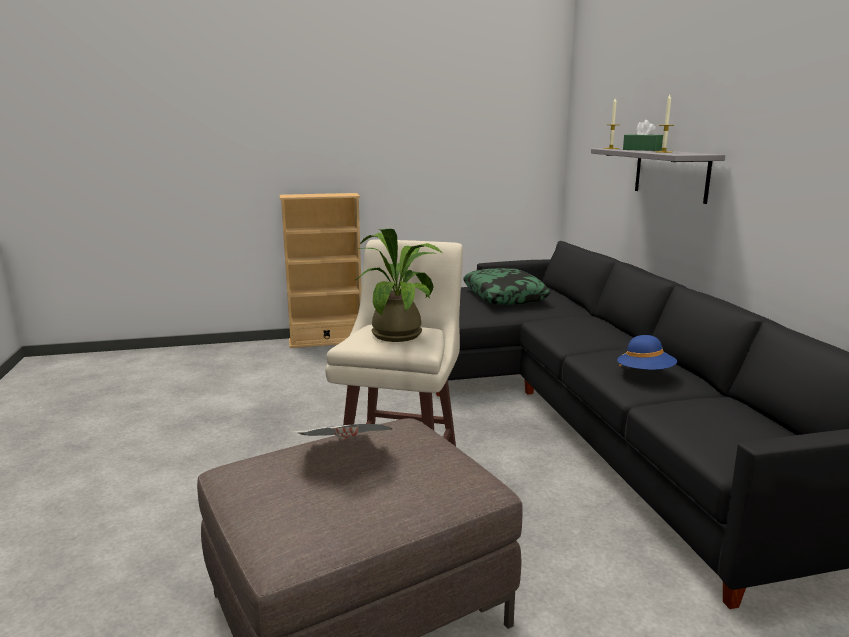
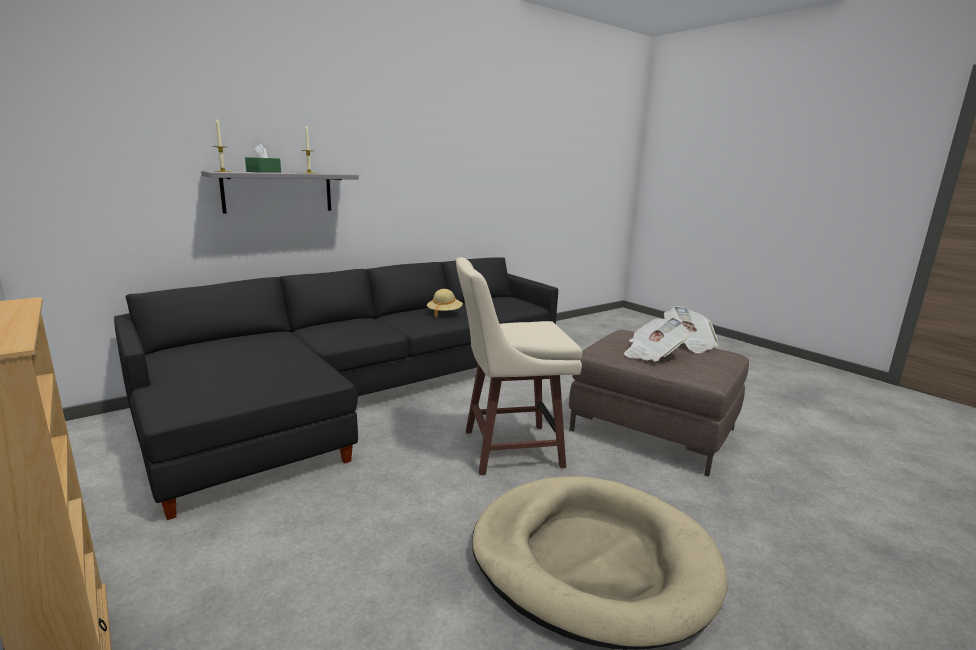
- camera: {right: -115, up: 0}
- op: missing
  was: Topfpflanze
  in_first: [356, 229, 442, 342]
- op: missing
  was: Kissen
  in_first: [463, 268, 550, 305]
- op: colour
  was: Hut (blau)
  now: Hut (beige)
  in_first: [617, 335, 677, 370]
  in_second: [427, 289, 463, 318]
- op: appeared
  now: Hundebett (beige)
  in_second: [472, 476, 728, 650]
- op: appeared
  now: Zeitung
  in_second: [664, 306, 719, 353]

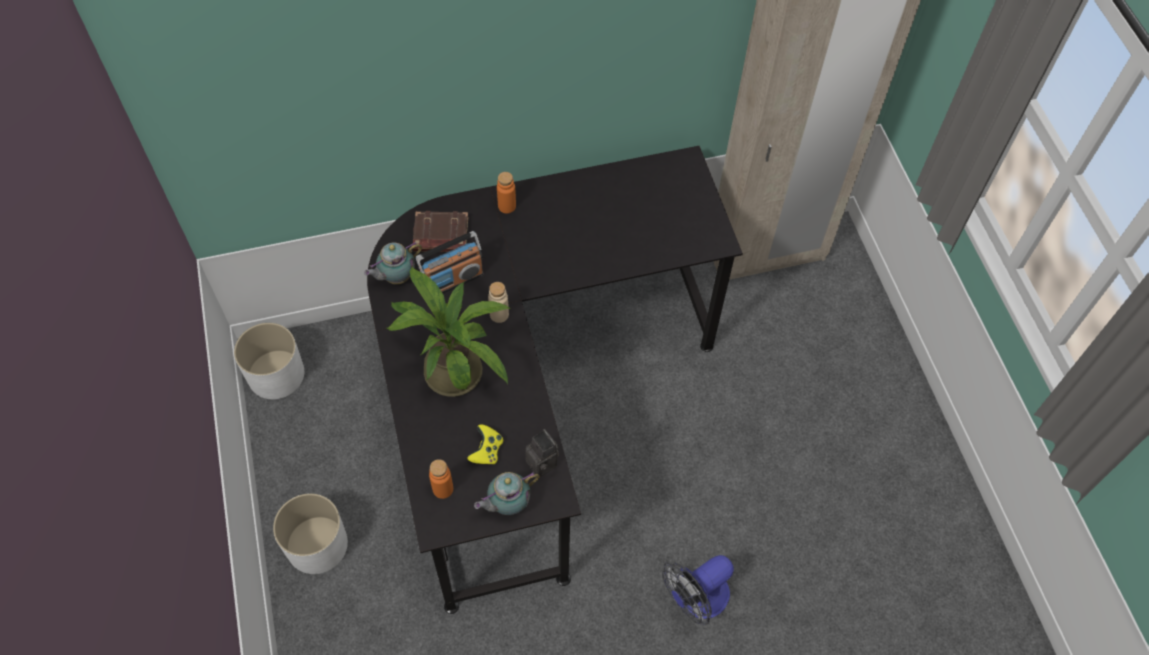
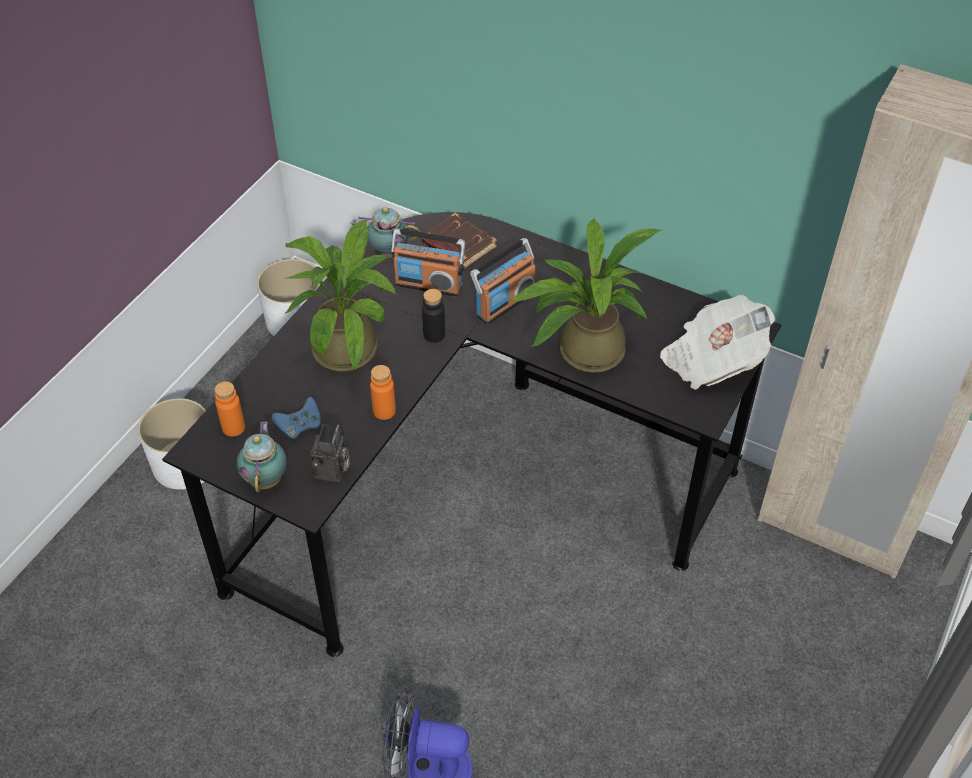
- camera: {right: 45, up: -10}
- op: colour
  was: Gamepad (gelb)
  now: Gamepad (blau)
  in_first: [467, 424, 503, 464]
  in_second: [272, 397, 321, 439]
- op: spun
  was: Teekanne
  in_first: [474, 472, 540, 515]
  in_second: [237, 421, 287, 492]
  clockwise: 75
- op: colour
  was: Flasche (beige)
  now: Flasche (schwarz)
  in_first: [488, 282, 509, 323]
  in_second: [422, 289, 445, 343]
- op: relocated
  was: Flasche (orange)
  in_first: [497, 172, 516, 213]
  in_second: [370, 365, 396, 420]
- op: appeared
  now: Radio
  in_second: [470, 238, 536, 325]
- op: appeared
  now: Topfpflanze
  in_second: [508, 219, 662, 373]
- op: appeared
  now: Zeitung
  in_second: [660, 295, 775, 390]

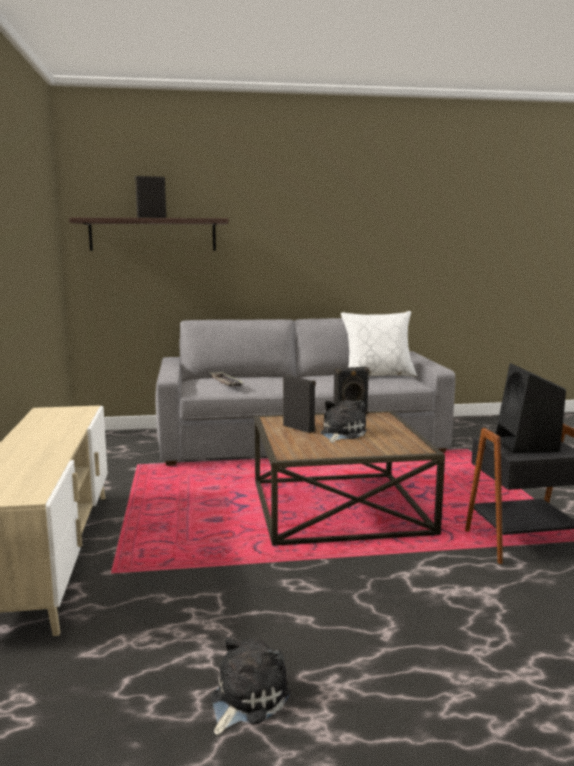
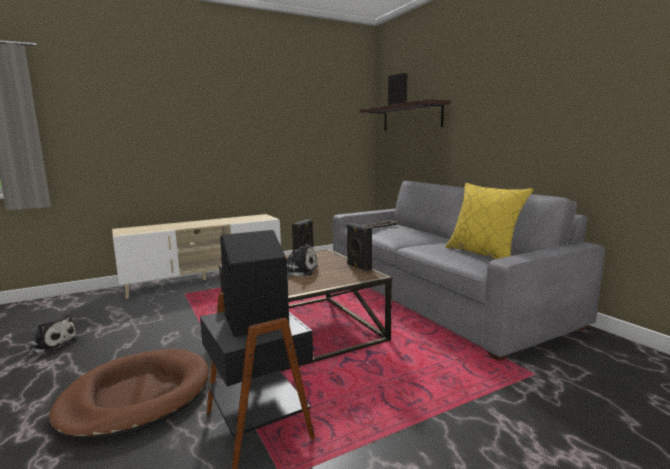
- camera: {right: 70, up: 0}
- op: colour
  was: Kissen (weiß)
  now: Kissen (gelb)
  in_first: [341, 311, 417, 377]
  in_second: [445, 183, 533, 259]
- op: appeared
  now: Hundebett (braun)
  in_second: [49, 349, 209, 440]

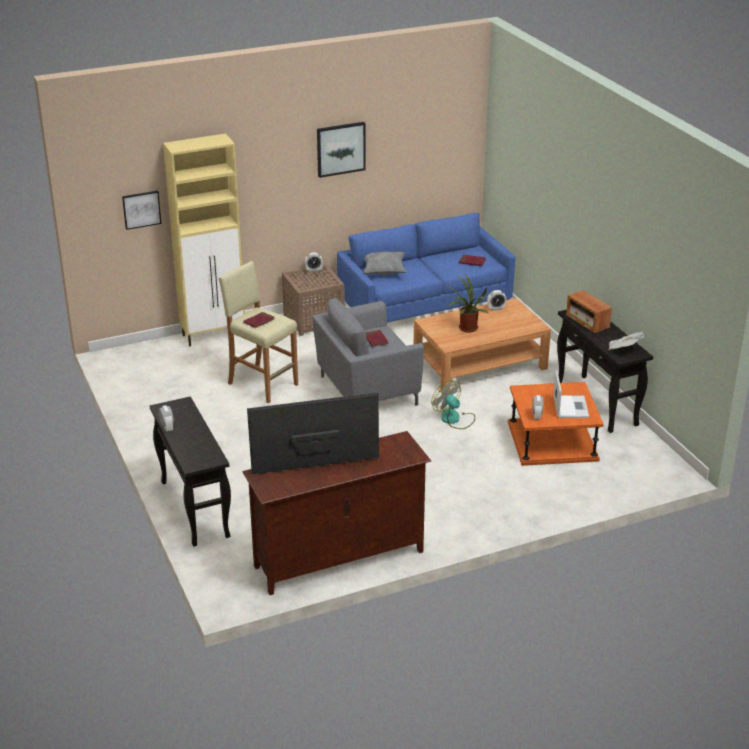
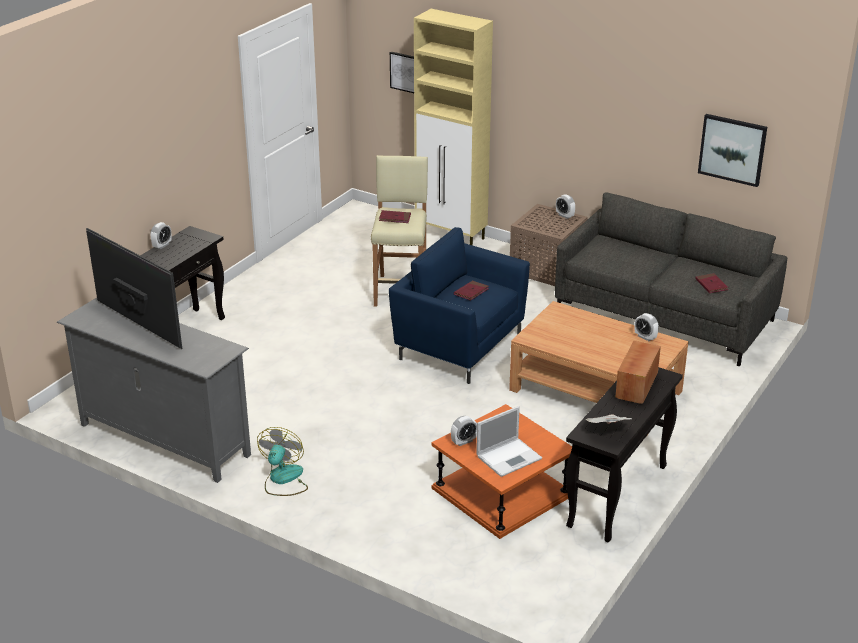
- camera: {right: 55, up: 0}
- op: colour
  was: Fernsehschrank (braun)
  now: Fernsehschrank (grau)
  in_first: [242, 431, 431, 595]
  in_second: [57, 298, 251, 483]
- op: colour
  was: Sessel (grau)
  now: Sessel (blau)
  in_first: [312, 298, 424, 406]
  in_second: [389, 227, 530, 384]
- op: relocated
  was: Bild
  in_first: [317, 122, 366, 178]
  in_second: [698, 114, 767, 187]
- op: colour
  was: Sofa (blau)
  now: Sofa (grau)
  in_first: [337, 213, 515, 323]
  in_second: [555, 192, 787, 366]
- op: missing
  was: Kissen (grau)
  in_first: [363, 251, 407, 275]
- op: relocated
  was: Ventilator
  in_first: [431, 380, 475, 429]
  in_second: [257, 427, 308, 496]
- op: missing
  was: Topfpflanze
  in_first: [447, 274, 489, 333]

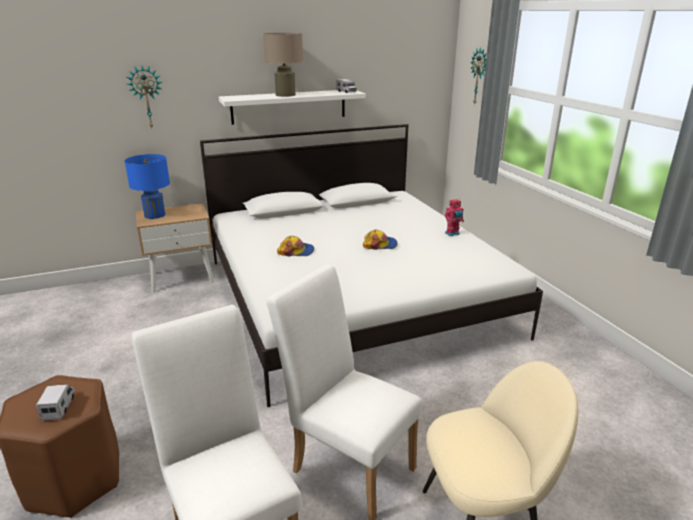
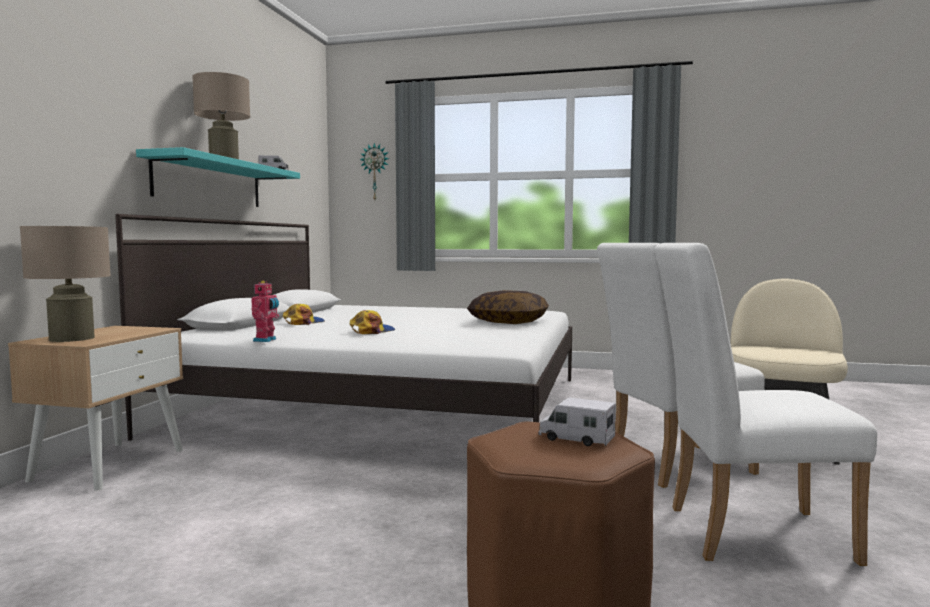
- camera: {right: -55, up: -20}
- op: colour
  was: Tischlampe (blau)
  now: Tischlampe (beige)
  in_first: [125, 154, 170, 219]
  in_second: [20, 226, 111, 342]
- op: missing
  was: Wanduhr
  in_first: [127, 66, 163, 128]
- op: colour
  was: Wandregal (weiß)
  now: Wandregal (türkis)
  in_first: [218, 90, 366, 125]
  in_second: [136, 147, 300, 207]
- op: relocated
  was: Kappe
  in_first: [363, 230, 397, 250]
  in_second: [283, 304, 325, 325]
- op: relocated
  was: Spielzeugroboter
  in_first: [445, 199, 464, 236]
  in_second: [251, 281, 279, 342]
- op: appeared
  now: Kissen
  in_second: [467, 290, 549, 324]

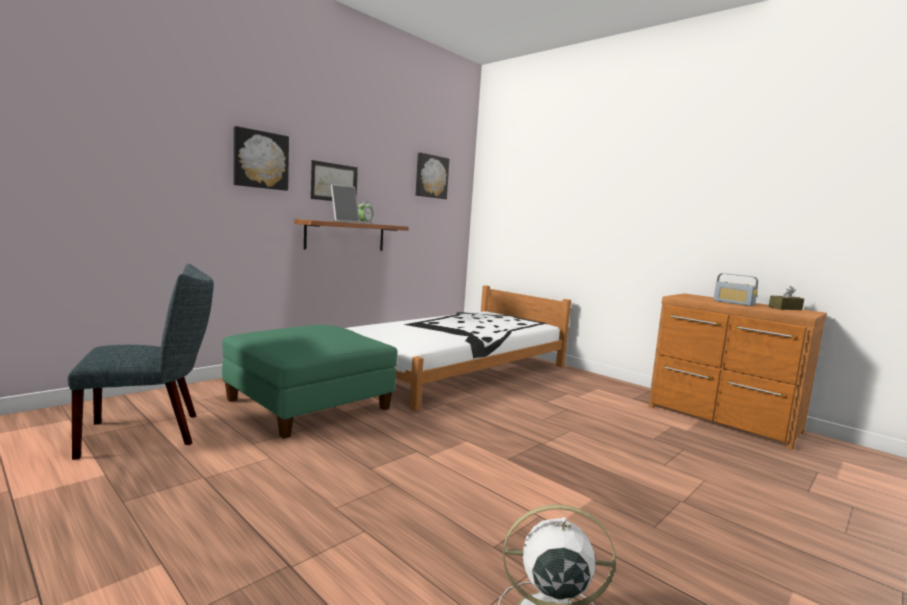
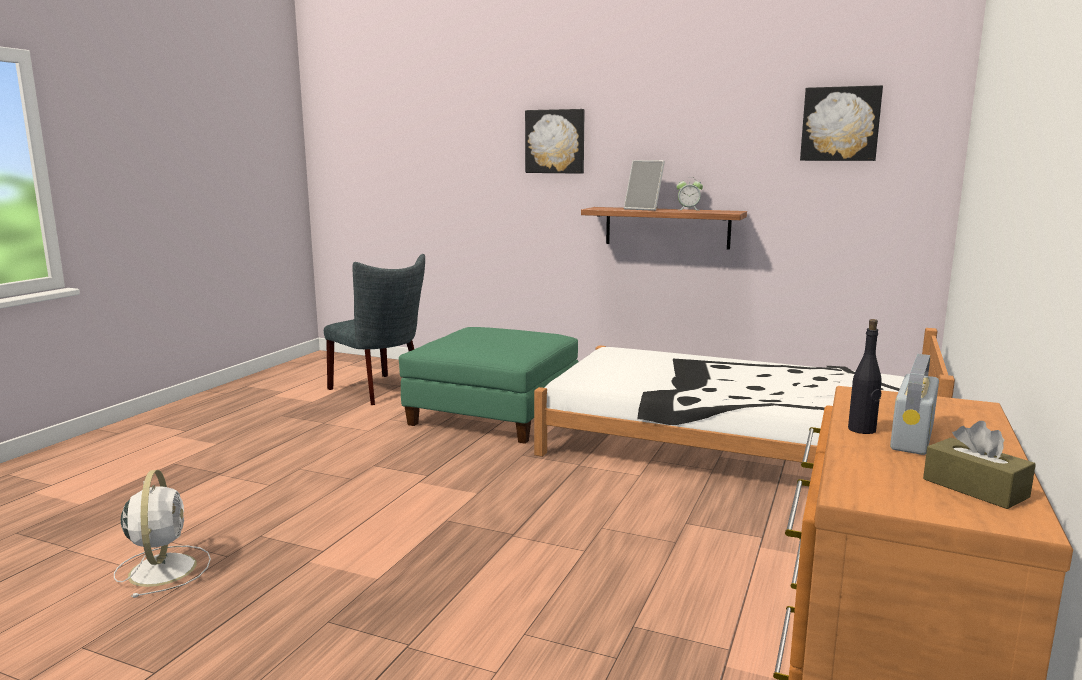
- camera: {right: 70, up: 5}
- op: missing
  was: Bild
  in_first: [311, 160, 358, 201]
- op: appeared
  now: Flasche (schwarz)
  in_second: [848, 319, 882, 434]

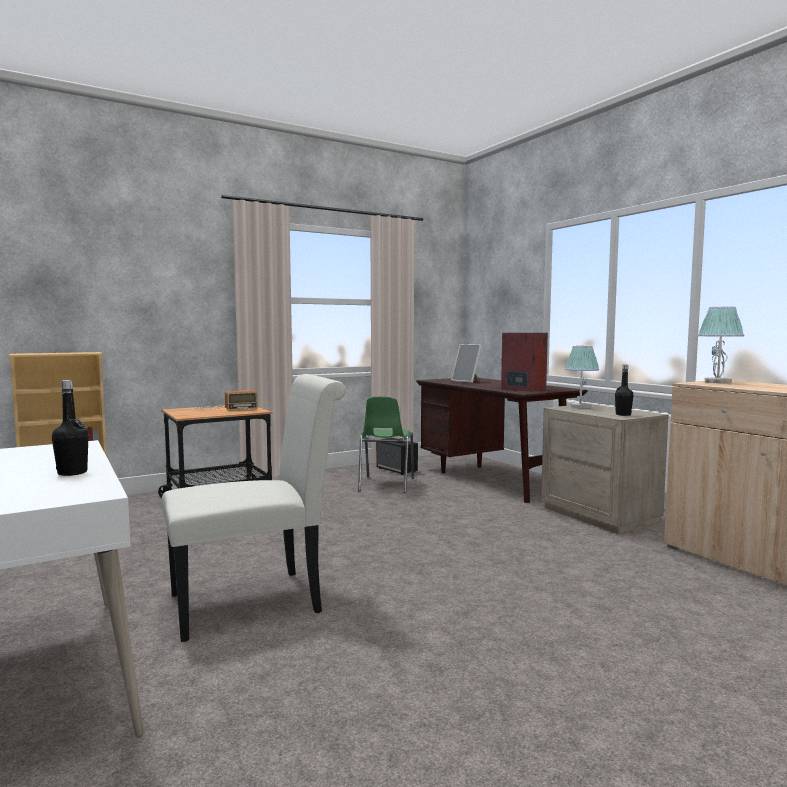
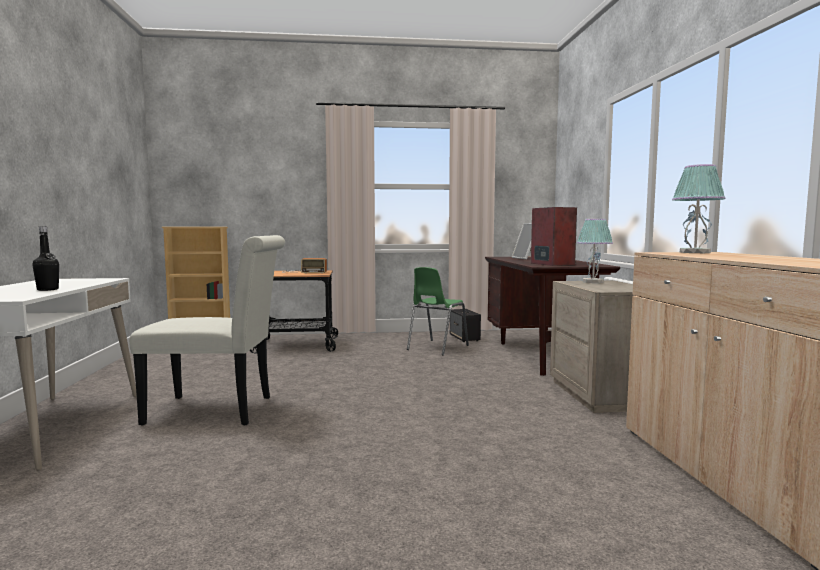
- camera: {right: 25, up: 0}
- op: missing
  was: Flasche (schwarz)
  in_first: [615, 365, 634, 416]

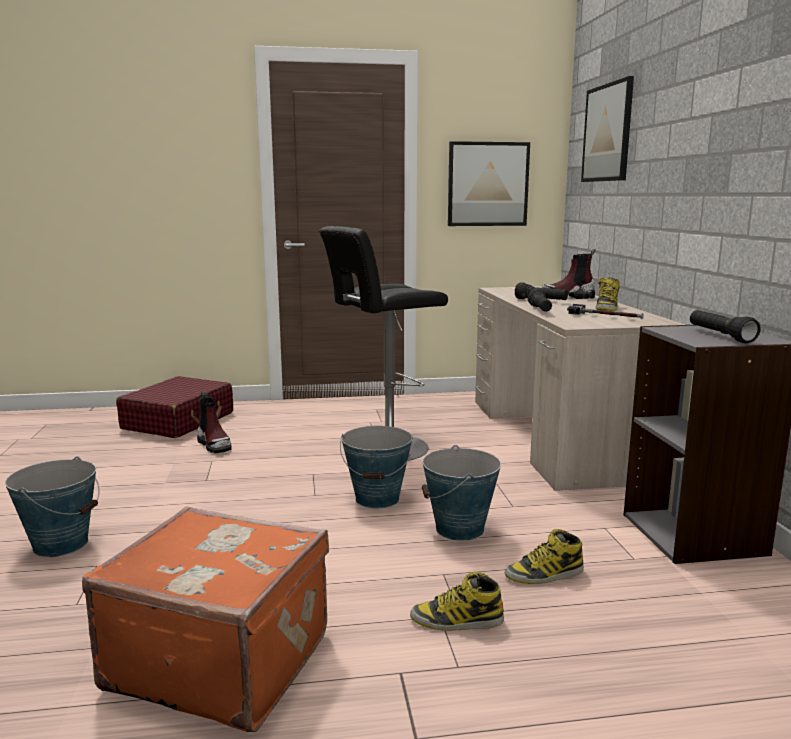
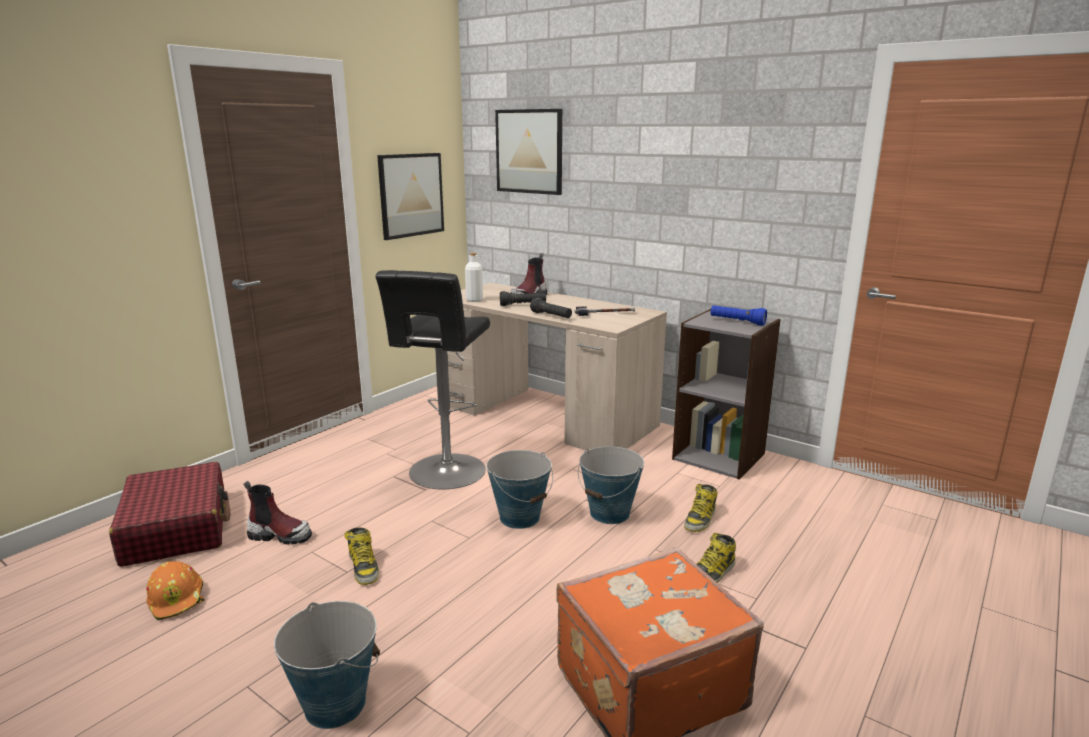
- camera: {right: -45, up: 5}
- op: relocated
  was: Stiefel
  in_first: [595, 277, 620, 311]
  in_second: [345, 527, 379, 585]
- op: colour
  was: Taschenlampe (schwarz)
  now: Taschenlampe (blau)
  in_first: [690, 310, 760, 343]
  in_second: [711, 305, 767, 326]
- op: appeared
  now: Schutzhelm (orange)
  in_second: [146, 561, 205, 621]
- op: appeared
  now: Flasche (weiß)
  in_second: [465, 252, 483, 302]

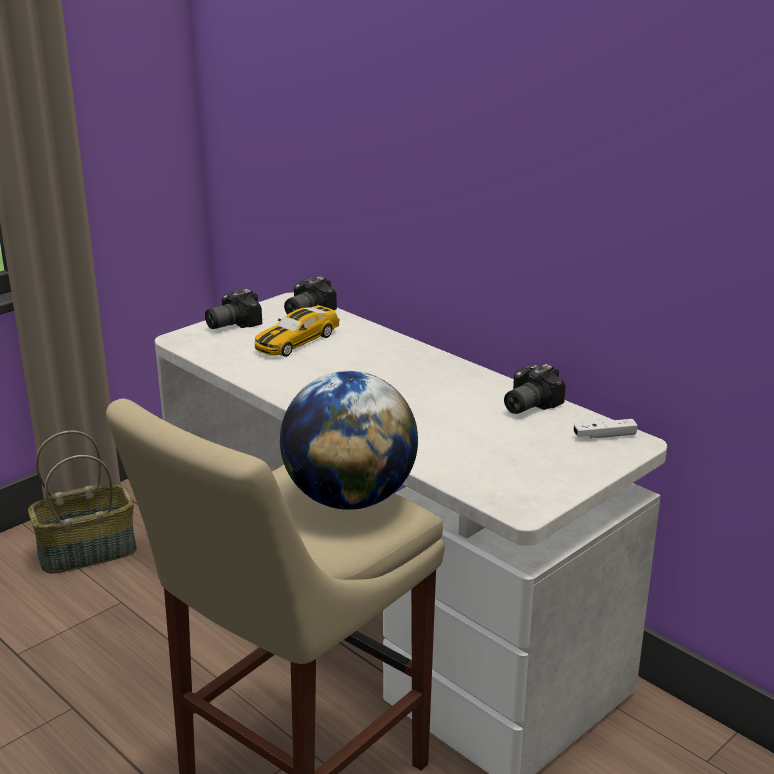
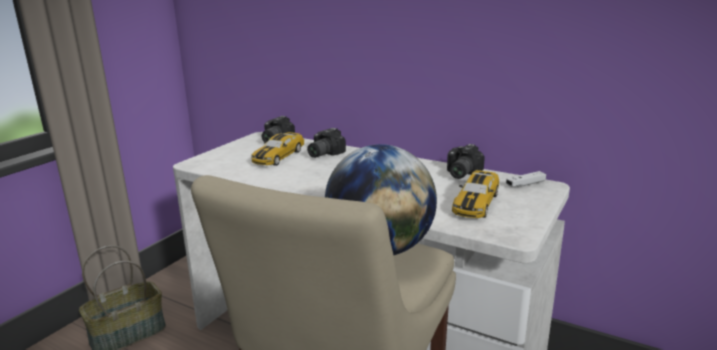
- camera: {right: -15, up: -5}
- op: relocated
  was: Kamera
  in_first: [205, 289, 262, 329]
  in_second: [307, 128, 346, 158]
- op: appeared
  now: Spielzeugauto
  in_second: [452, 170, 499, 218]

